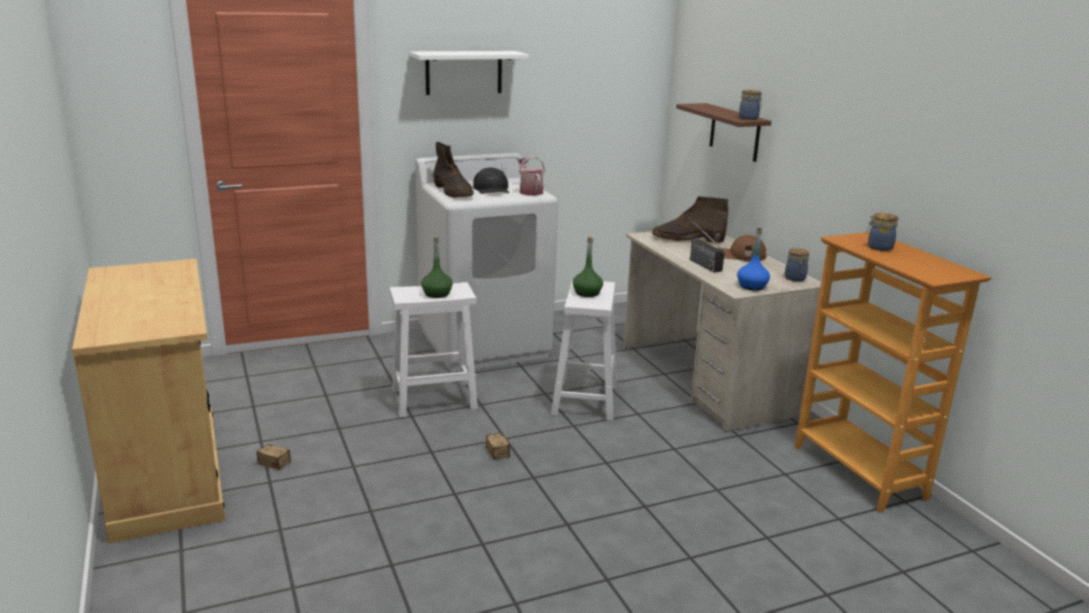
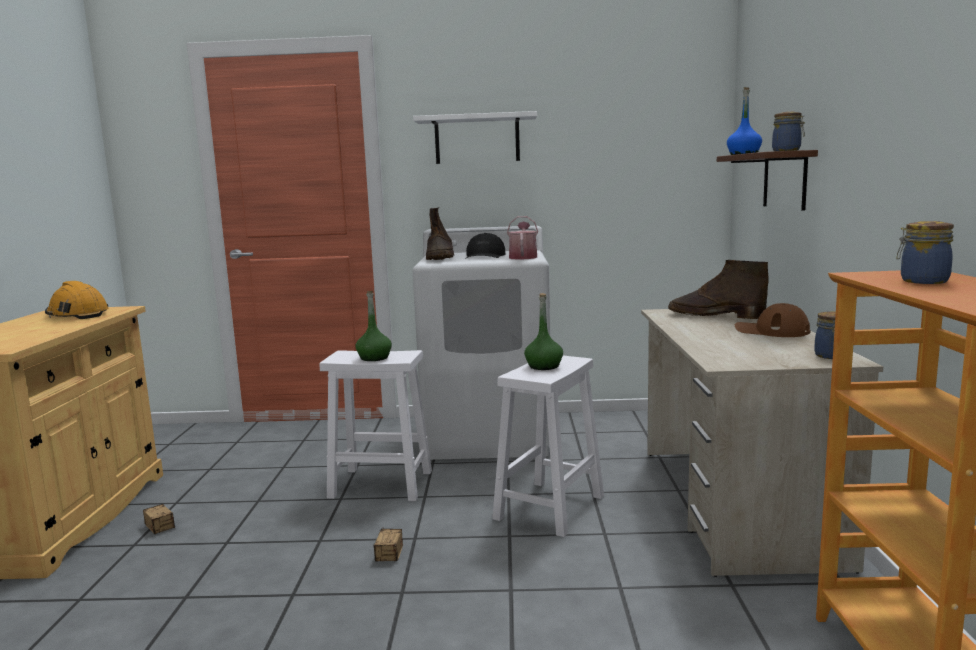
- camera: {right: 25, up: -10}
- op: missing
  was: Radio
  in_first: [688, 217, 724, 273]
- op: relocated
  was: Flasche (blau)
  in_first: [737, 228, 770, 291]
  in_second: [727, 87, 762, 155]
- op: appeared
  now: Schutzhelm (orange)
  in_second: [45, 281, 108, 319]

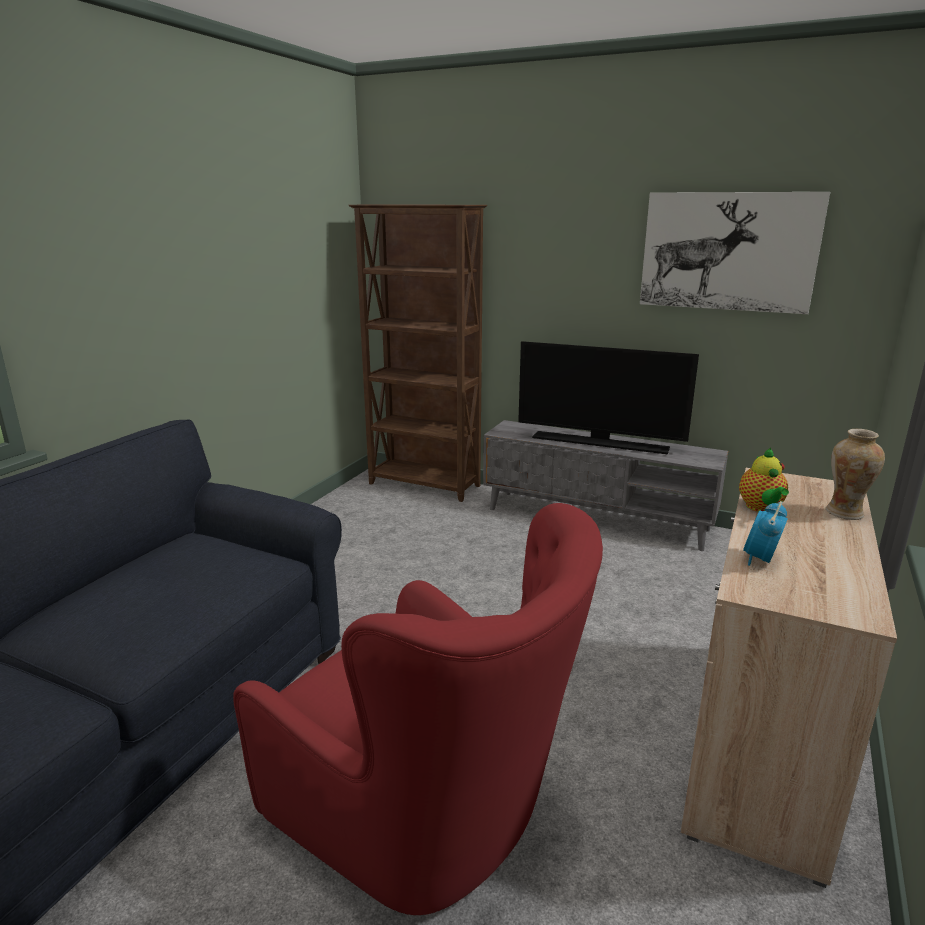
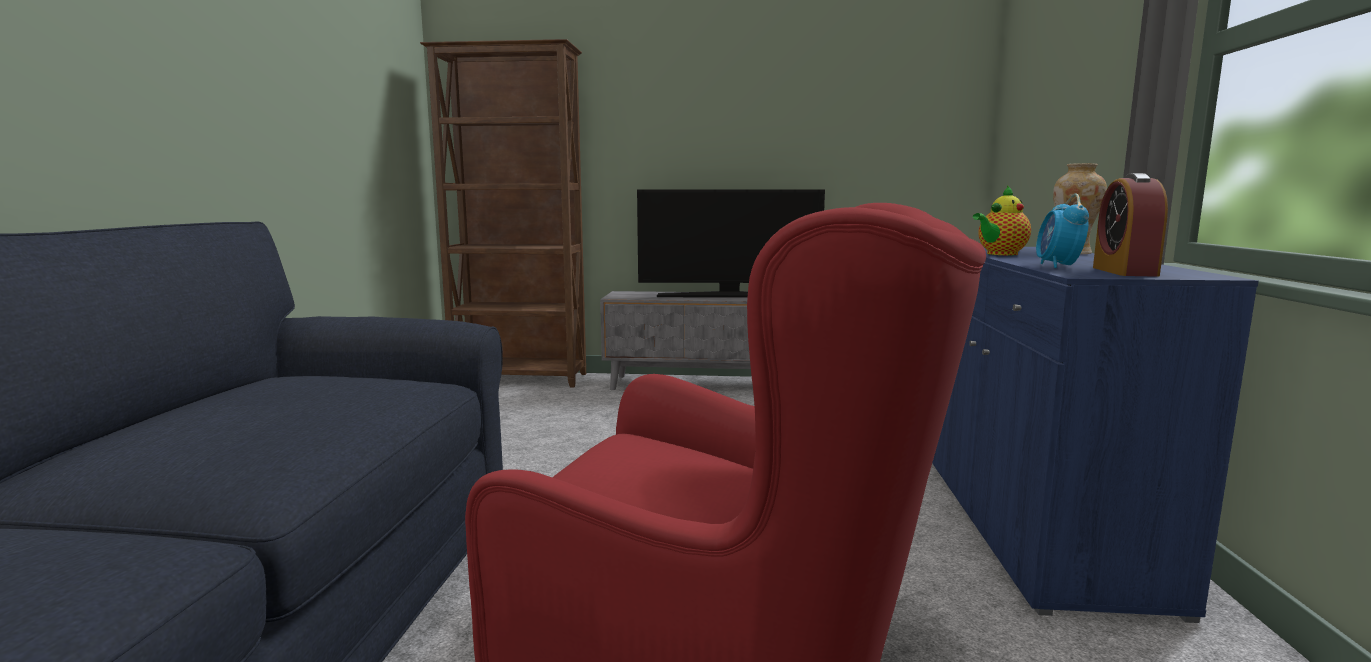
- camera: {right: -20, up: -10}
- op: missing
  was: Bild
  in_first: [640, 192, 830, 314]
- op: colour
  was: Schrank (beige)
  now: Schrank (blau)
  in_first: [681, 468, 897, 888]
  in_second: [932, 247, 1259, 623]
- op: spun
  was: Teekanne
  in_first: [739, 448, 789, 512]
  in_second: [973, 185, 1031, 255]
  clockwise: 75
- op: appeared
  now: Wecker
  in_second: [1093, 173, 1168, 277]

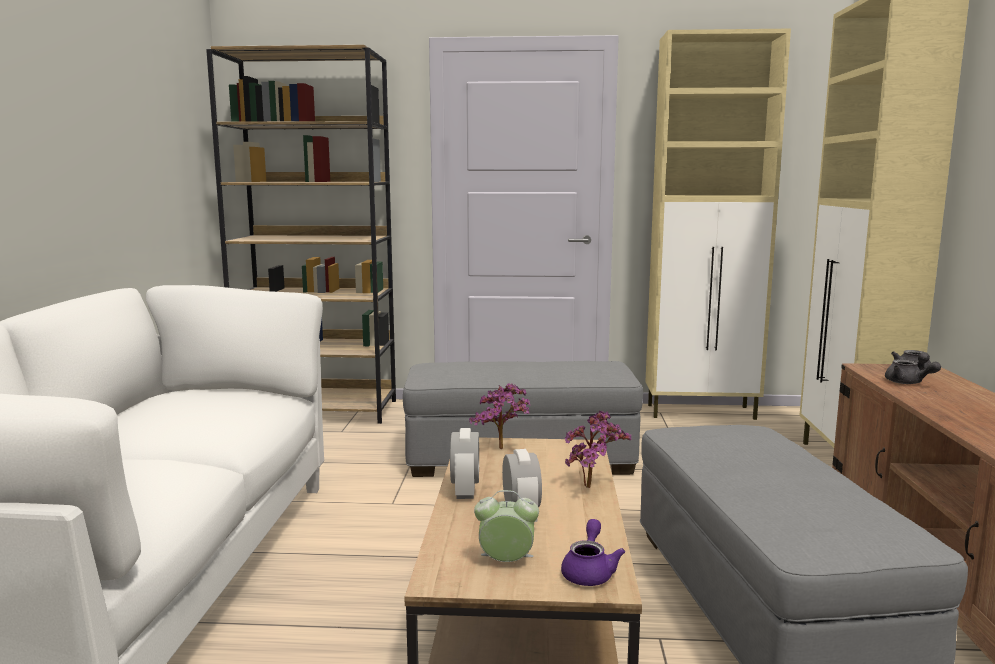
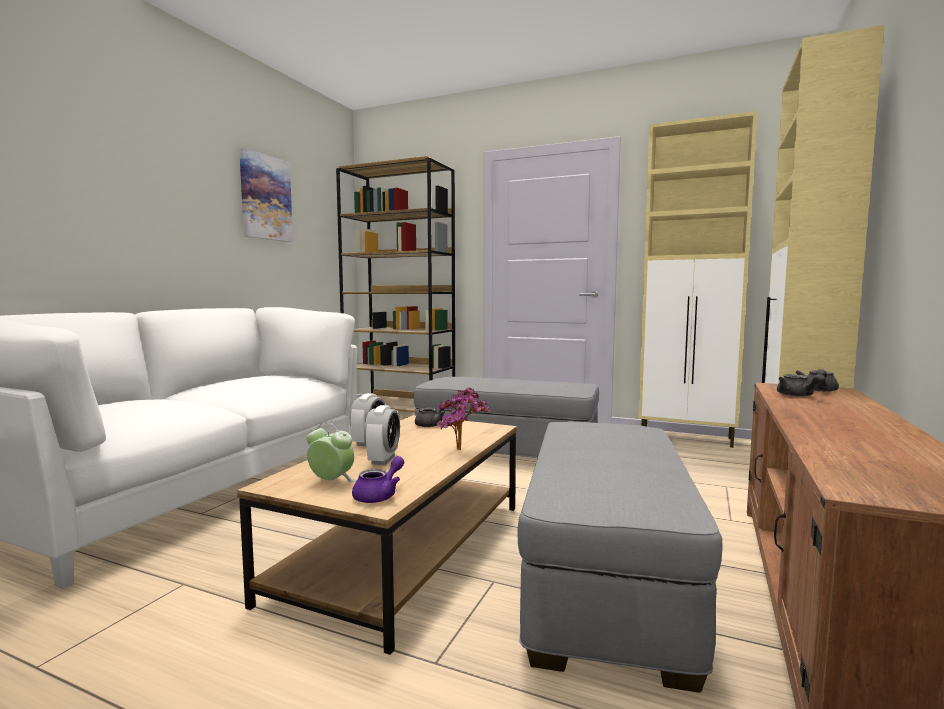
- camera: {right: 20, up: -5}
- op: exchanged
  was: Topfpflanze
  now: Teekanne (grau)
  in_first: [469, 383, 530, 449]
  in_second: [415, 400, 446, 427]
- op: appeared
  now: Bild
  in_second: [239, 148, 293, 242]

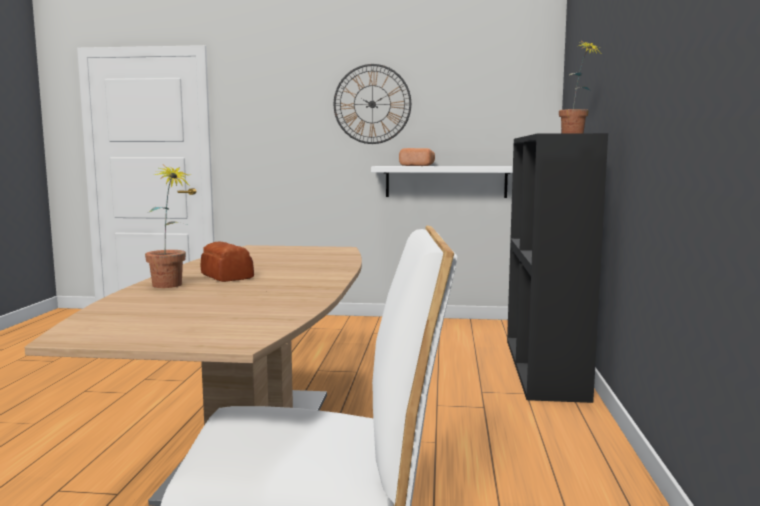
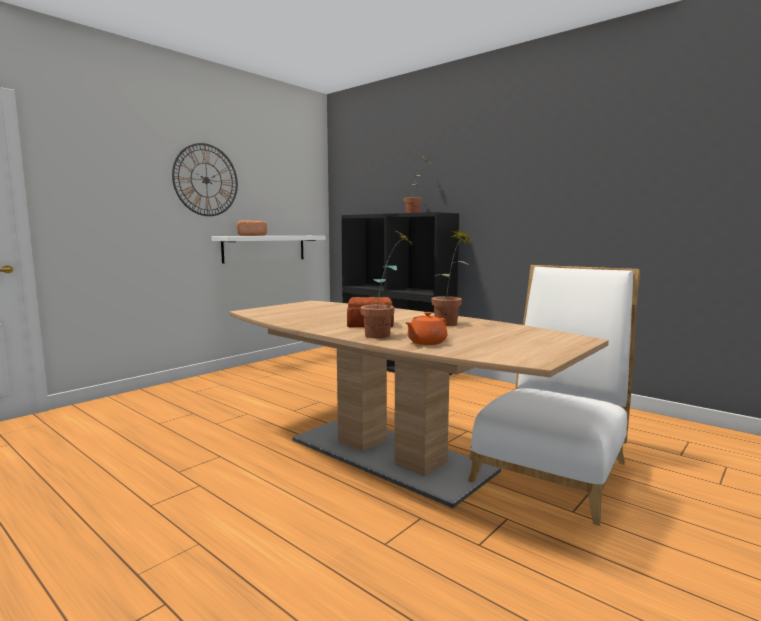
- camera: {right: -55, up: 0}
- op: appeared
  now: Teekanne (orange)
  in_second: [406, 312, 448, 345]
- op: appeared
  now: Topfpflanze
  in_second: [431, 229, 472, 326]

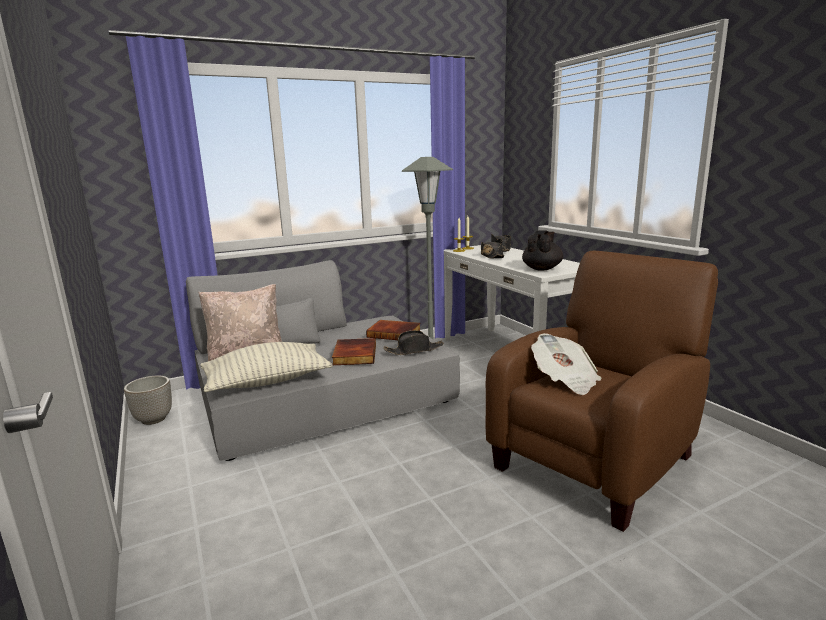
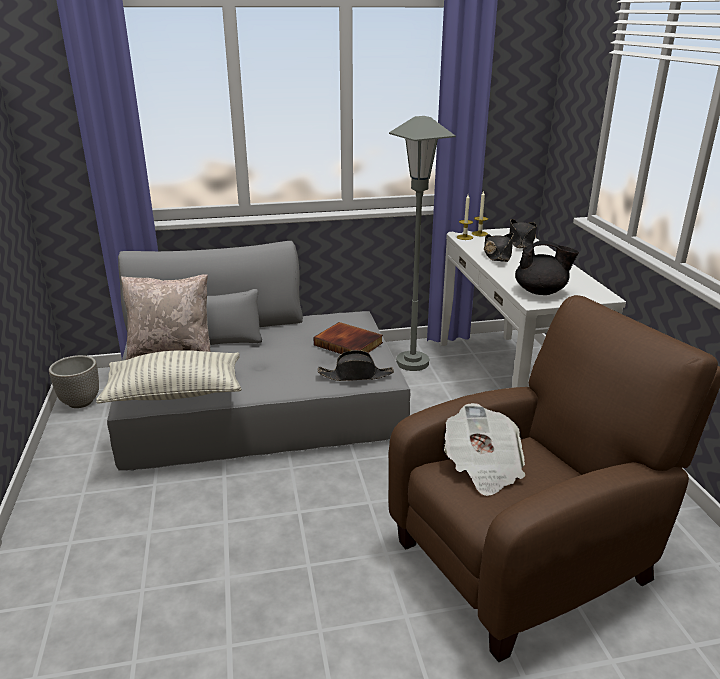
- camera: {right: 15, up: 10}
- op: missing
  was: Buch
  in_first: [332, 338, 376, 365]
- op: spun
  was: Teekanne (schwarz)
  in_first: [522, 231, 563, 270]
  in_second: [515, 241, 579, 295]
  clockwise: 60

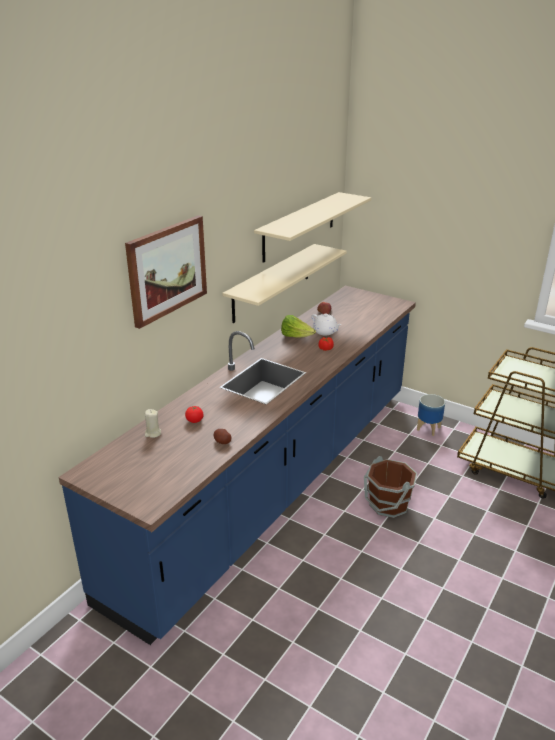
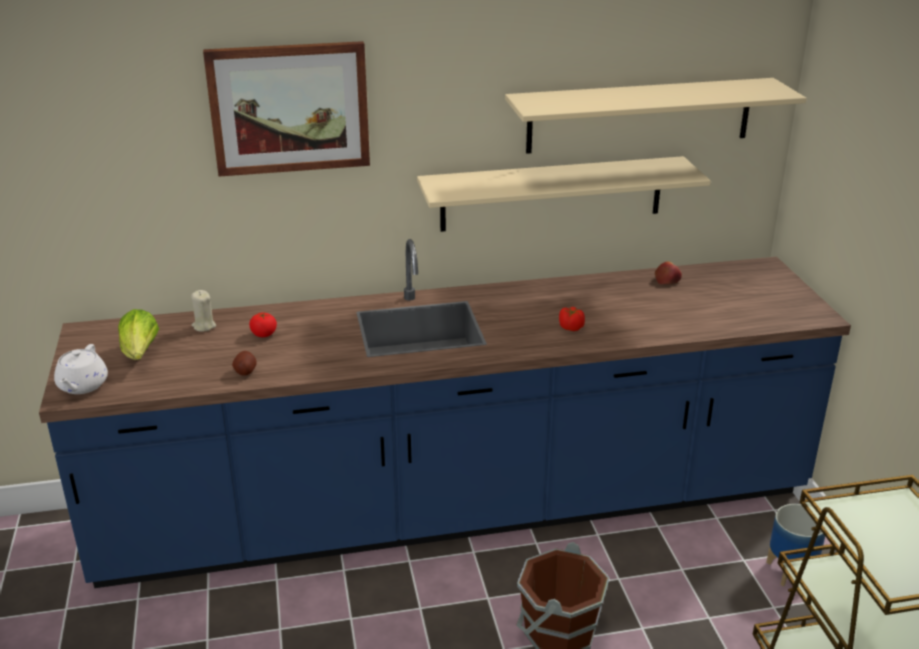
- camera: {right: 45, up: 0}
- op: relocated
  was: Salatkopf
  in_first: [281, 315, 316, 338]
  in_second: [118, 309, 159, 360]
- op: relocated
  was: Teekanne (weiß)
  in_first: [312, 313, 341, 336]
  in_second: [54, 344, 108, 394]

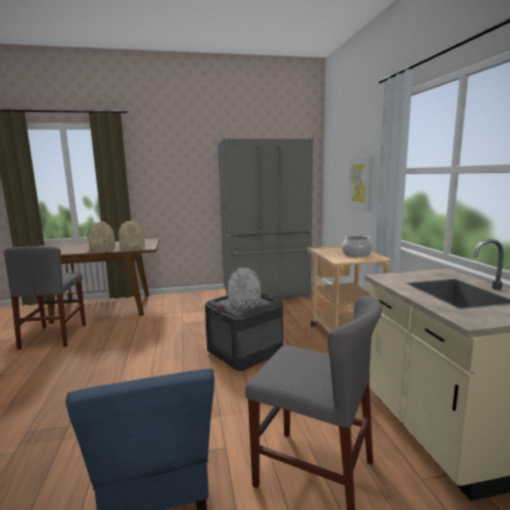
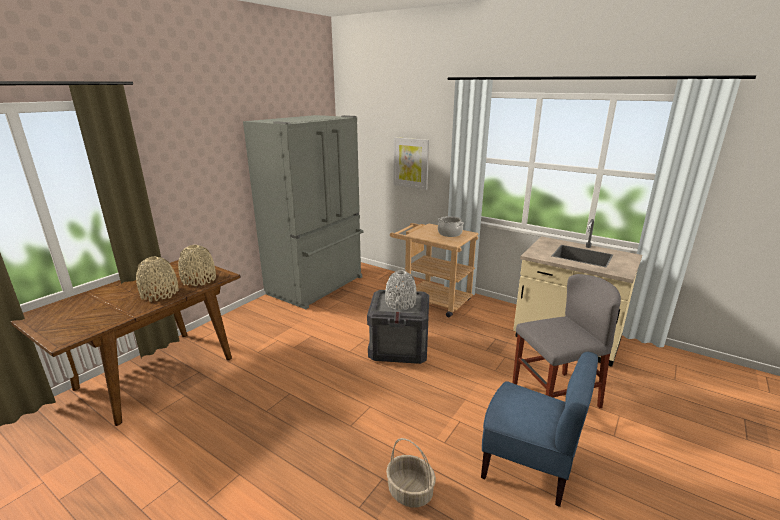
- camera: {right: -45, up: 10}
- op: missing
  was: Stuhl (grau)
  in_first: [4, 246, 86, 350]
- op: appeared
  now: Korb
  in_second: [386, 438, 436, 508]

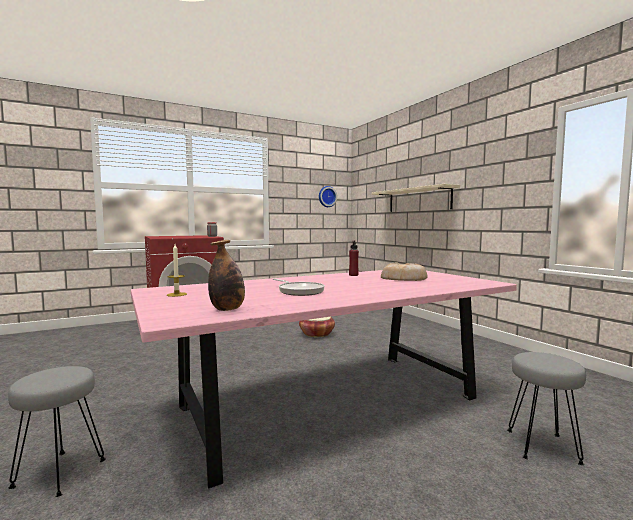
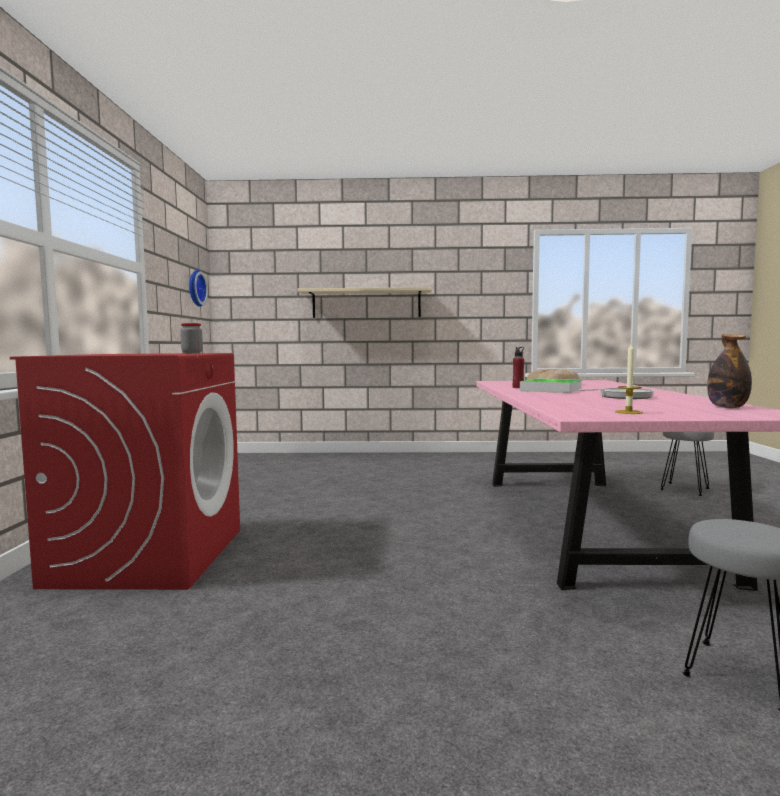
- camera: {right: -60, up: 0}
- op: missing
  was: Korb
  in_first: [299, 317, 335, 337]
- op: appeared
  now: Tablett
  in_second: [520, 379, 582, 393]

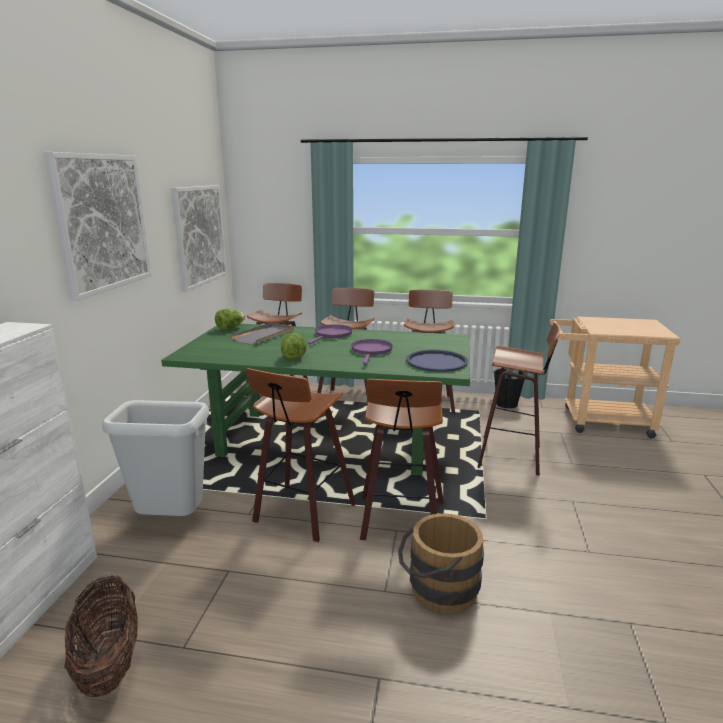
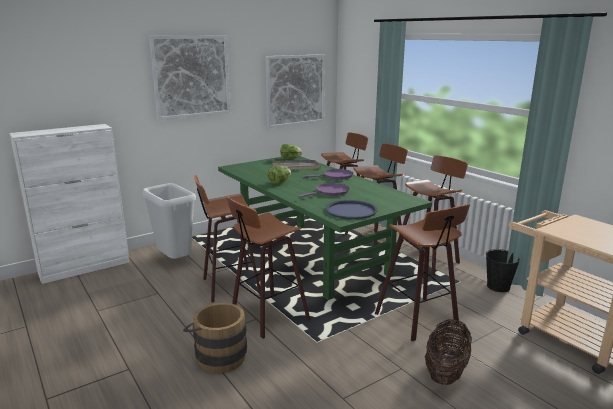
- camera: {right: 45, up: 0}
- op: relocated
  was: Korb
  in_first: [64, 576, 138, 697]
  in_second: [425, 319, 472, 385]

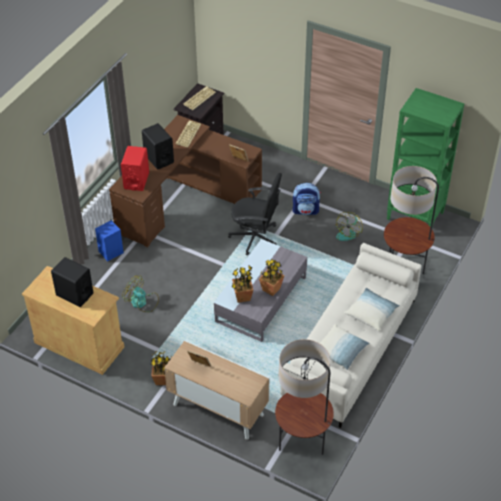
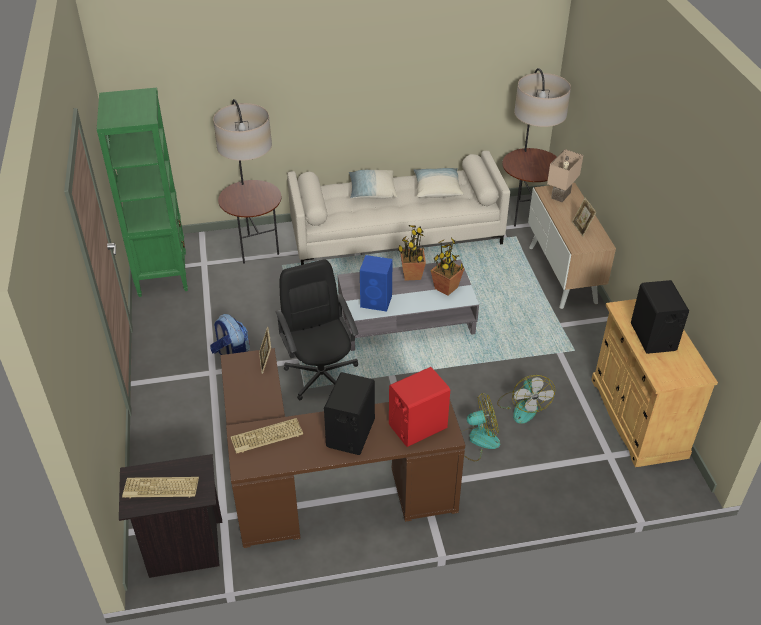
- camera: {right: -130, up: -5}
- op: relocated
  was: Lautsprecher (blau)
  in_first: [95, 220, 124, 261]
  in_second: [360, 255, 393, 312]
- op: missing
  was: Topfpflanze
  in_first: [150, 351, 172, 385]
- op: relocated
  was: Ventilator
  in_first: [336, 212, 363, 241]
  in_second: [461, 393, 500, 462]
- op: appeared
  now: Tischlampe (beige)
  in_second: [547, 149, 583, 202]

